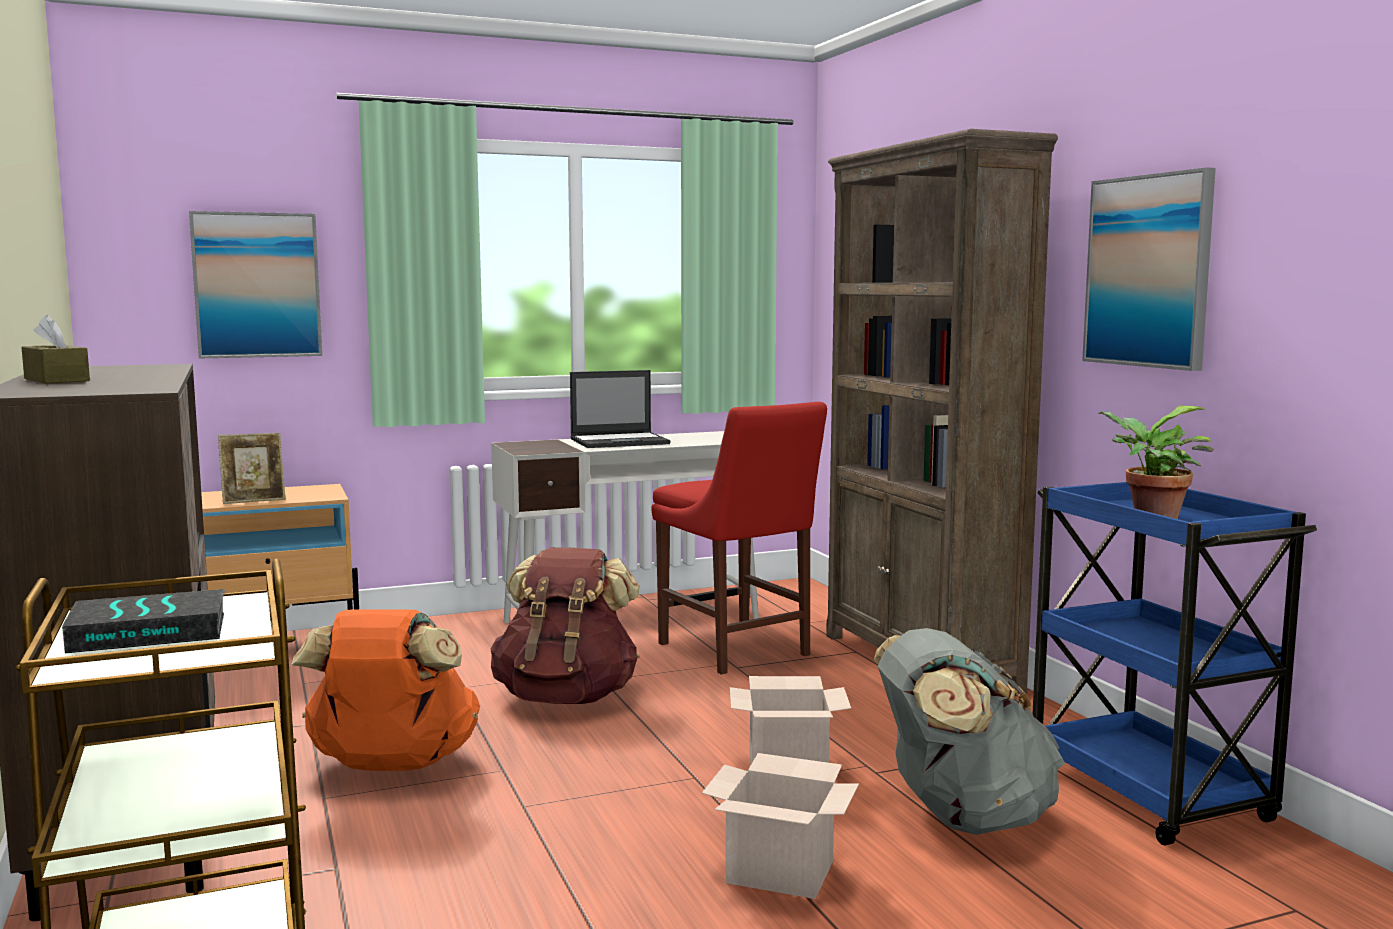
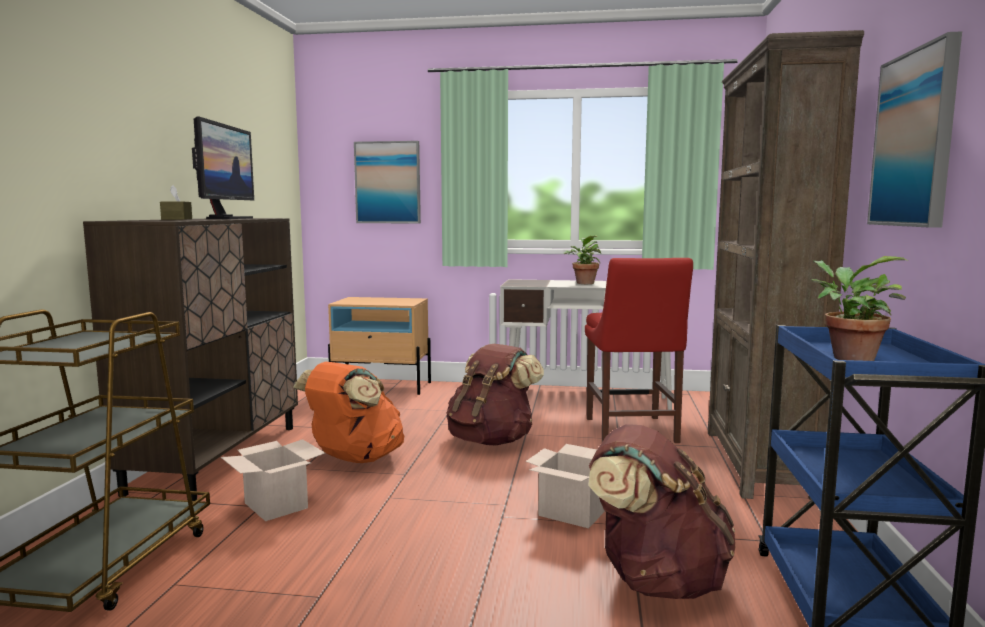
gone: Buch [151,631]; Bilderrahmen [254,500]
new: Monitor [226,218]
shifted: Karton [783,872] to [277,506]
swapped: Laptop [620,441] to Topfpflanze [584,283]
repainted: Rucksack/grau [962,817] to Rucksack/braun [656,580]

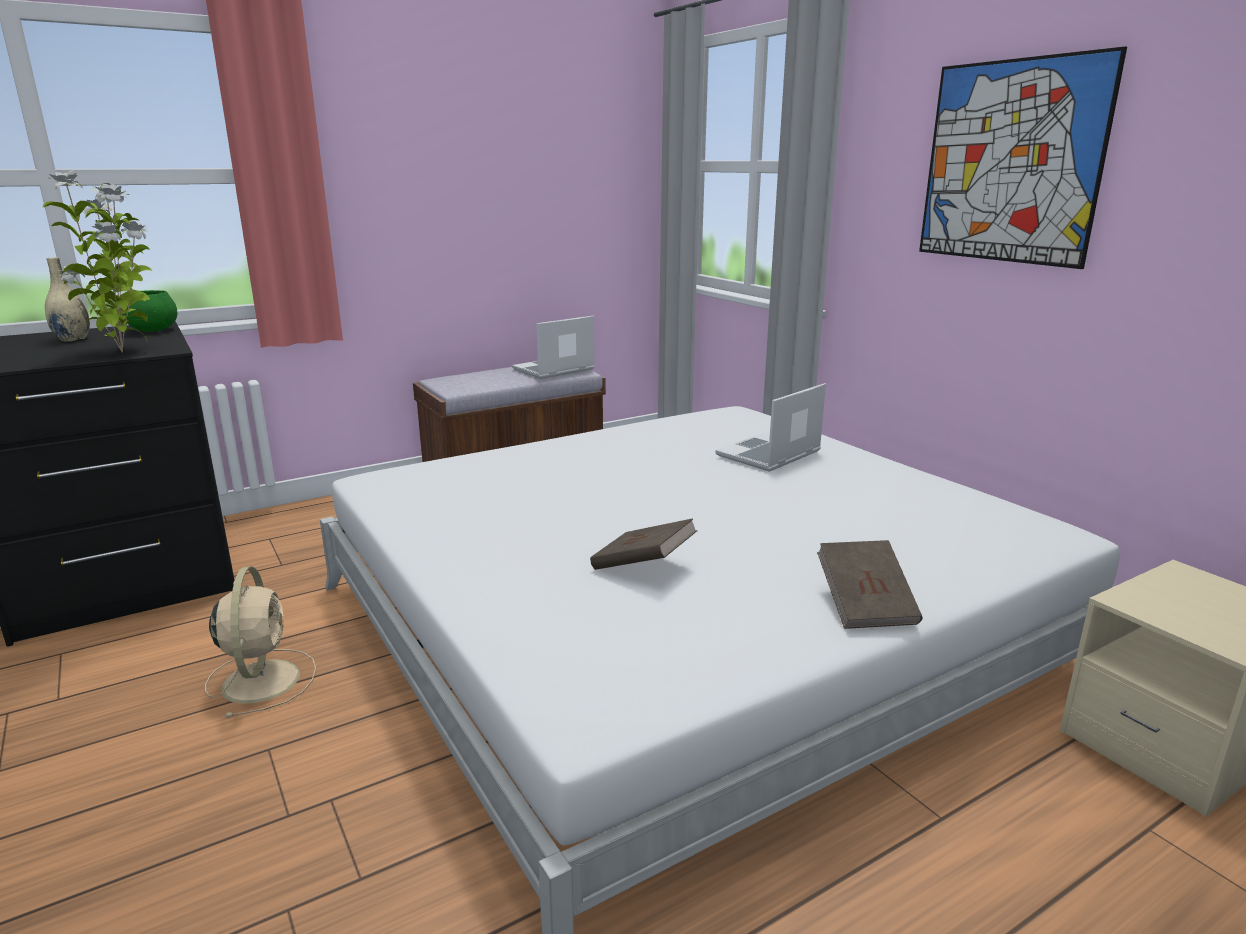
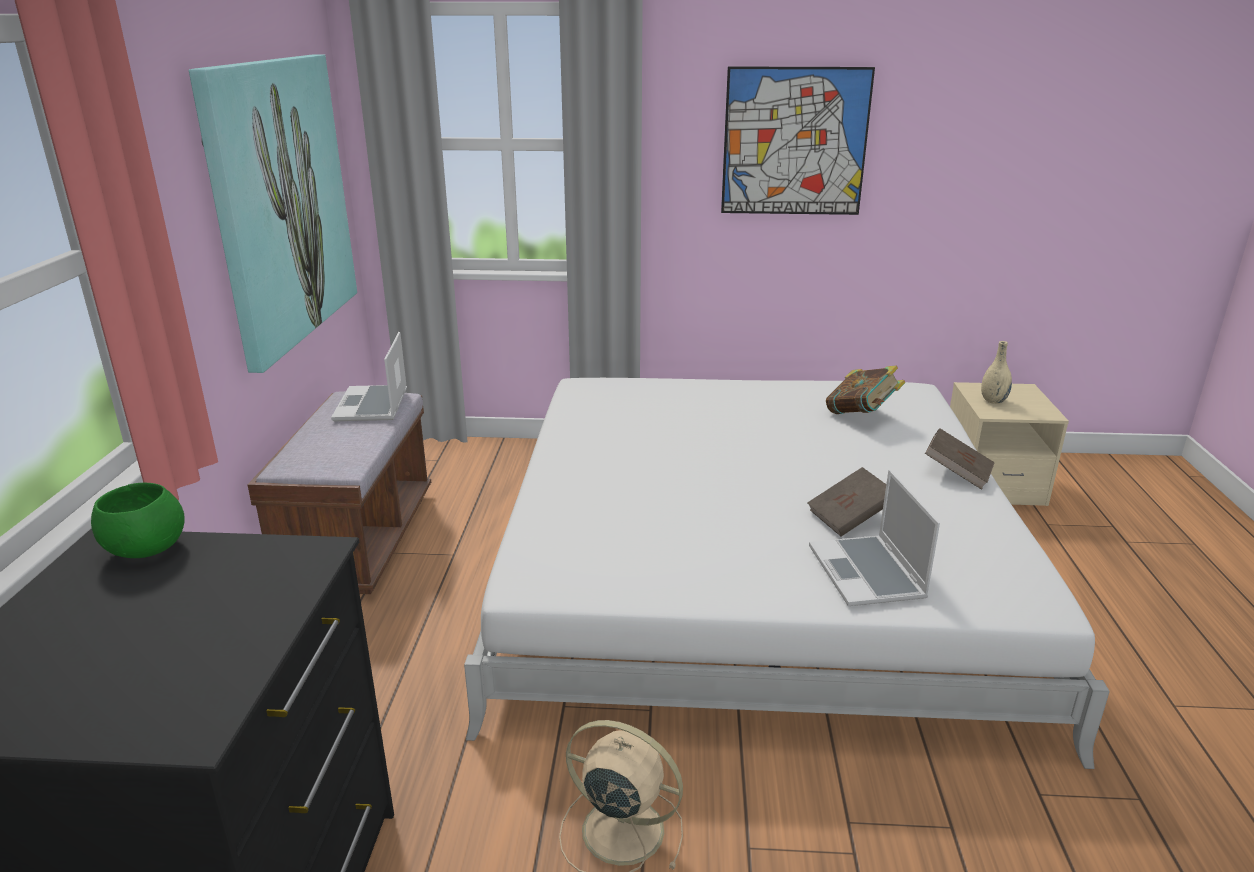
gone: Topfpflanze [125,352]
new: Bild [280,202]; Buch [861,415]
shifted: Laptop [769,454] to [868,574]; Vase/beige [72,339] to [993,401]

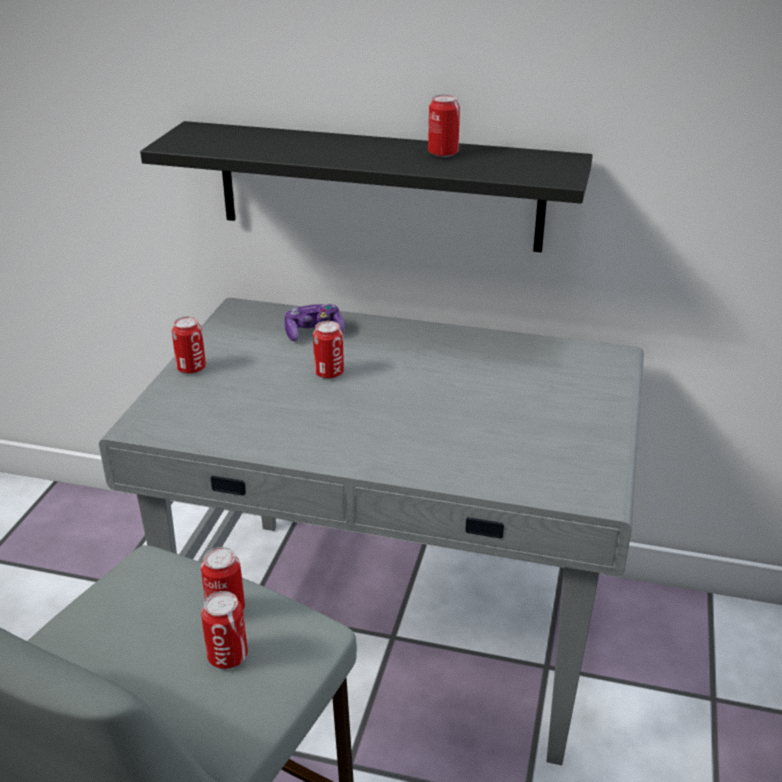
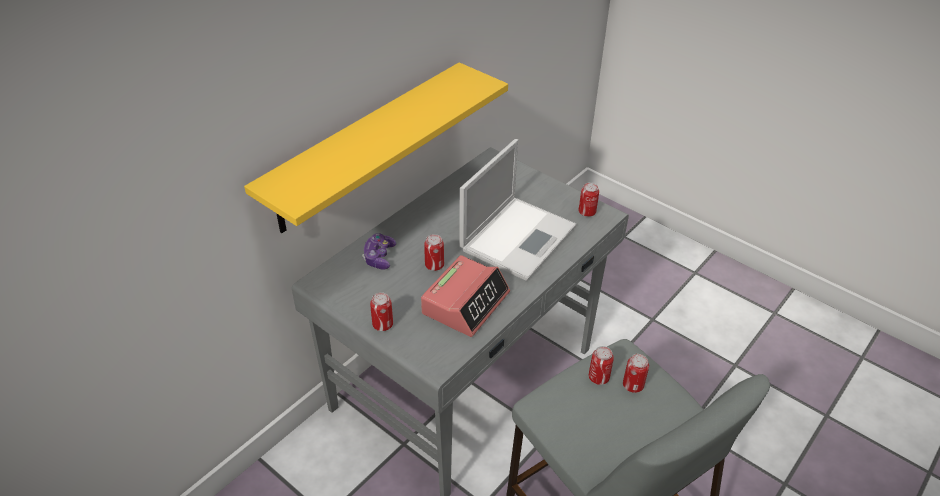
new: Wecker [465,303]; Laptop [519,236]
shifted: Dose [443,153] to [587,212]
repainted: Wandregal/schwarz [379,186] to Wandregal/gelb [365,147]

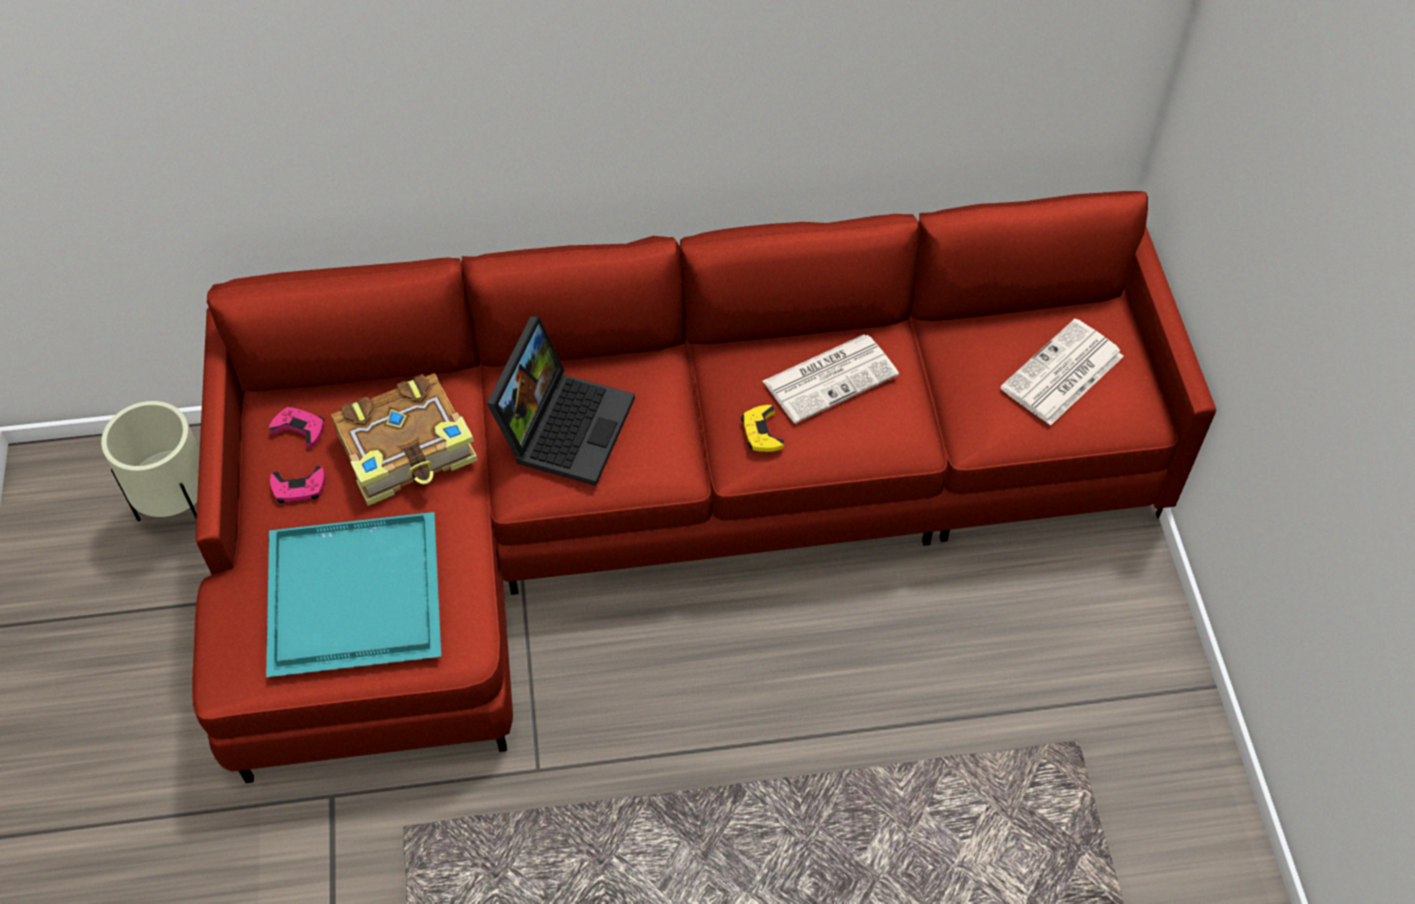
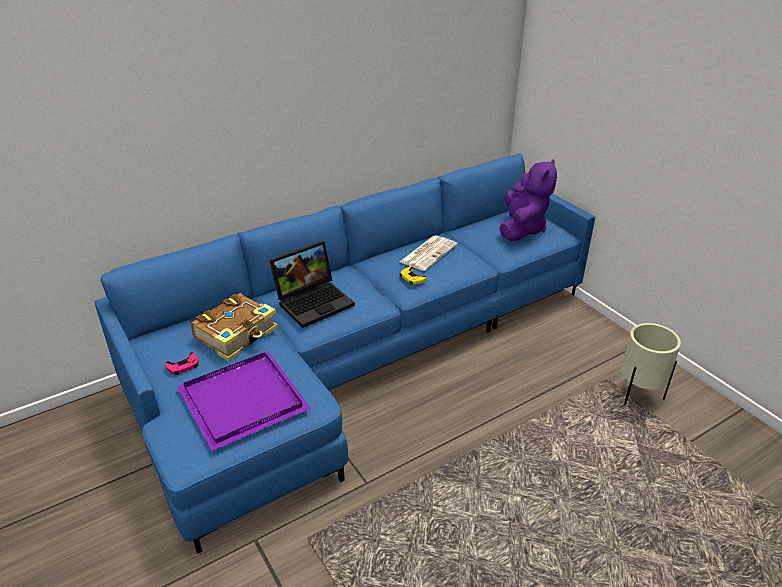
gone: Gamepad/rosa [299,429]
shifted: Pflanzkübel/beige [182,510] to [638,395]
swapped: Zeitung [1061,374] to Plüschtier/lila [522,229]
repainted: Sofa/rot [655,508] to Sofa/blau [357,356]; Tablett/türkis [357,592] to Tablett/lila [244,398]
rotated: Laptop [564,424] = [314,301] 60 degrees clockwise

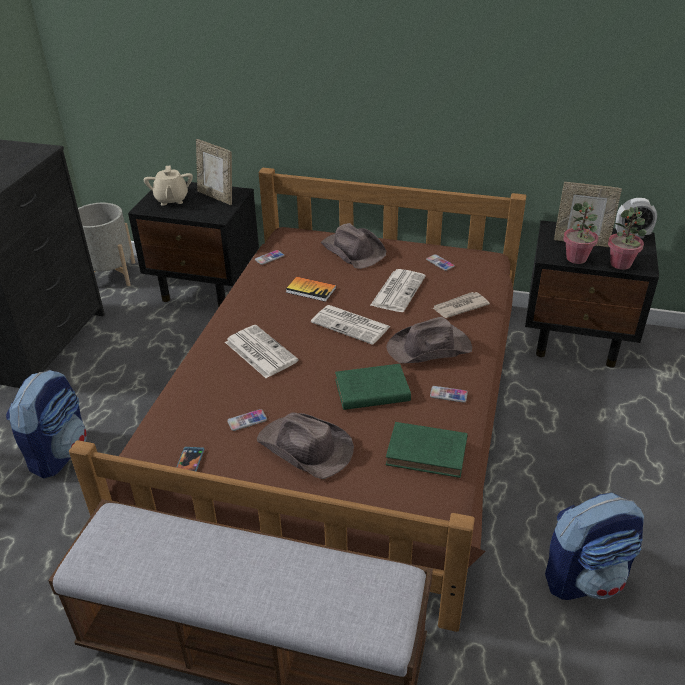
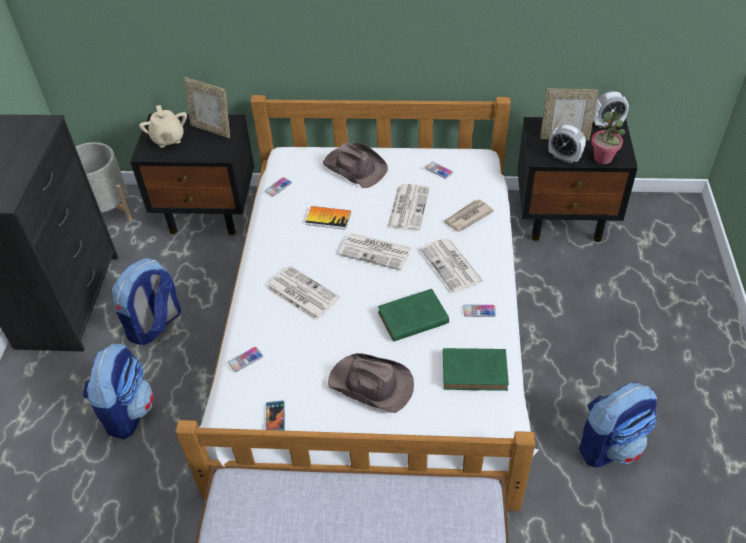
new: Rucksack [155,325]
shifted: Handy [247,420] to [245,360]
swapped: Hut/braun [430,348] to Zeitung [452,266]; Topfpflanze [576,258] to Wecker [564,157]
repainted: Bett/braun [341,411] to Bett/weiß [374,324]

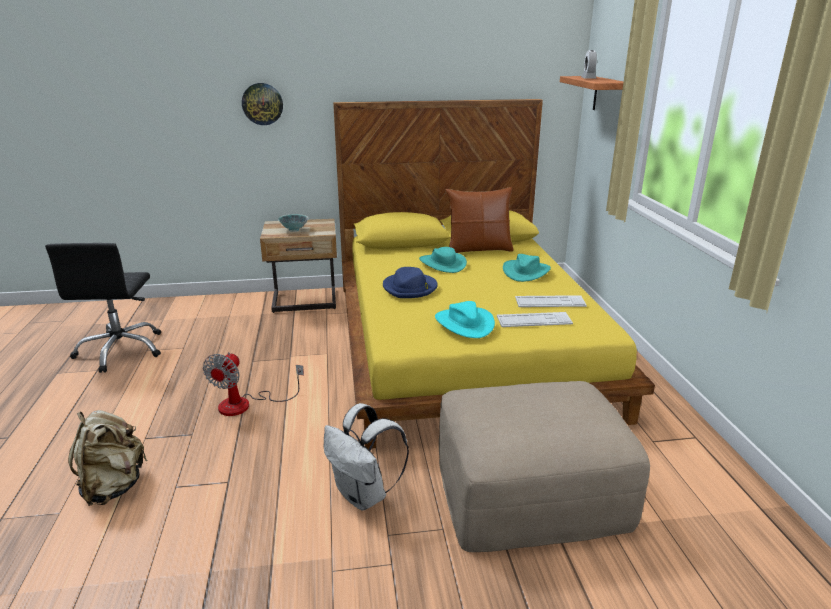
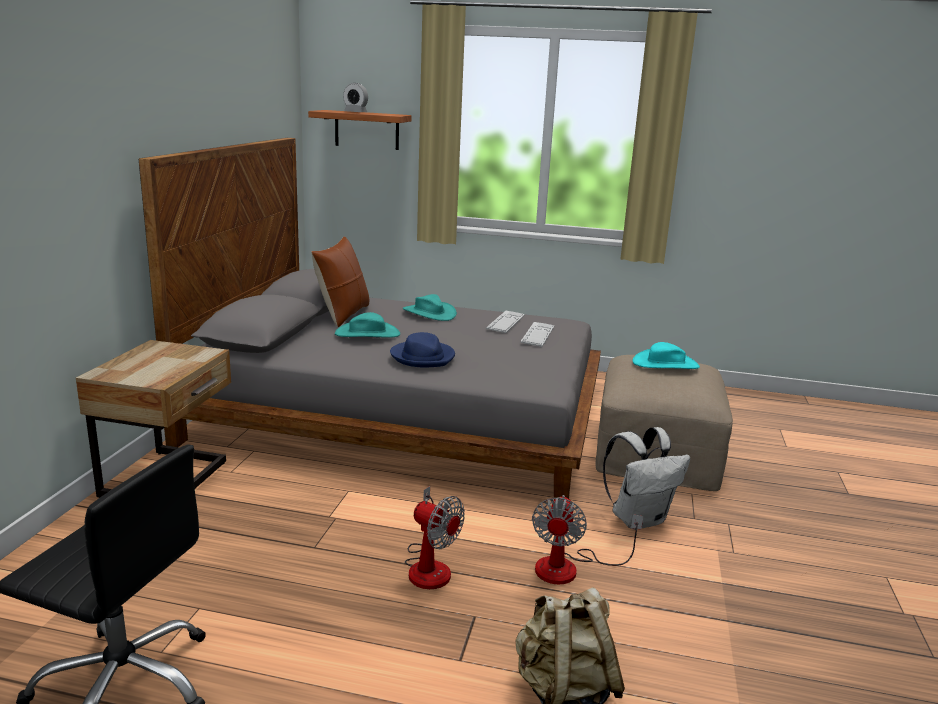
gone: Wanduhr [262,104]; Schüssel [294,230]
new: Ventilator [569,568]
shifted: Hut/türkis [464,323] to [665,364]
repainted: Bett/gelb [464,343] to Bett/grau [405,414]

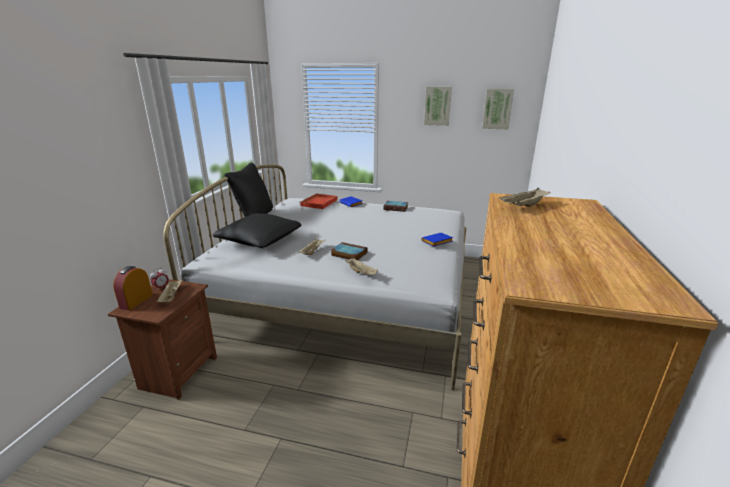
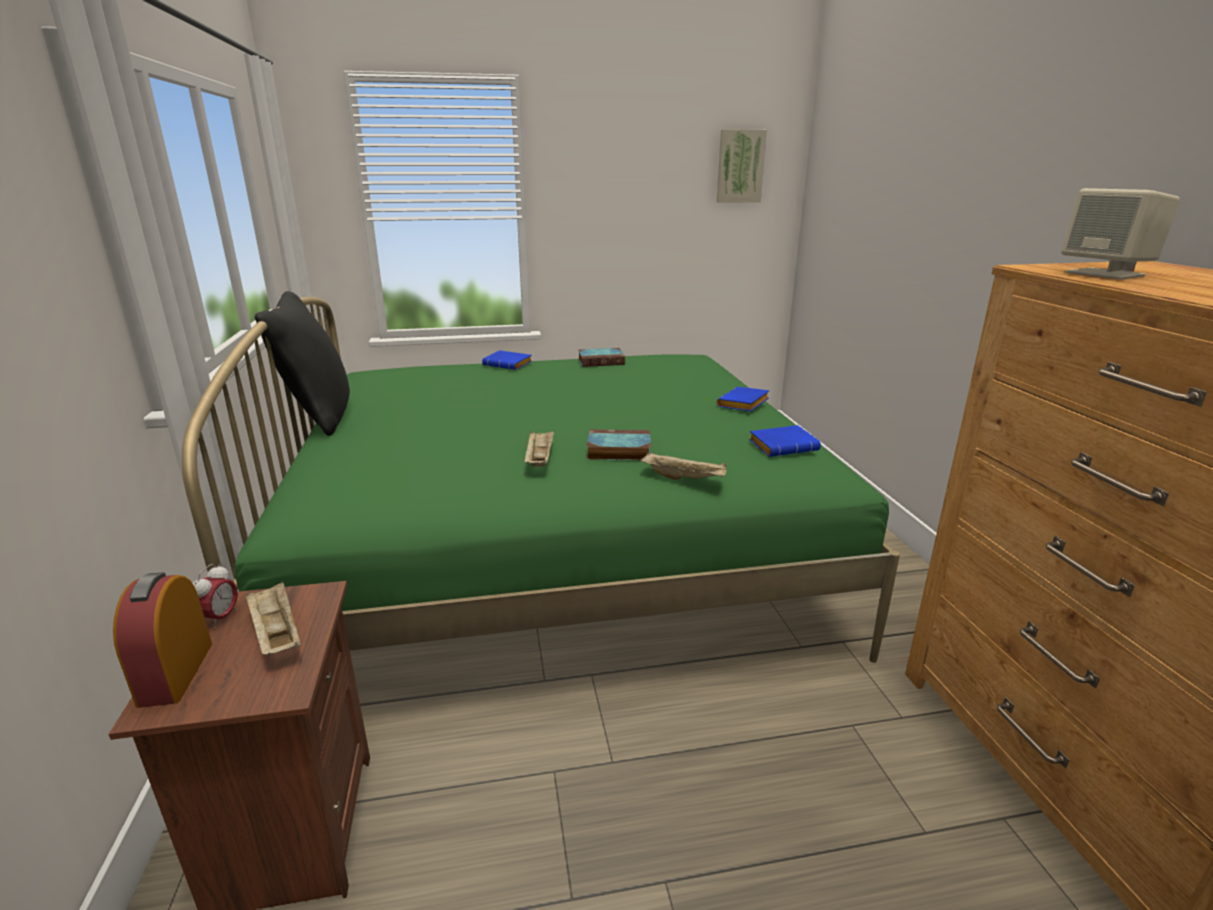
gone: Kissen/schwarz [259,240]; Tablett/rot [319,203]; Bild [437,106]
new: Buch/blau [784,446]
swapped: Tablett/beige [523,207] to Lautsprecher/beige [1106,274]
repainted: Bett/weiß [347,296] to Bett/grün [556,549]

